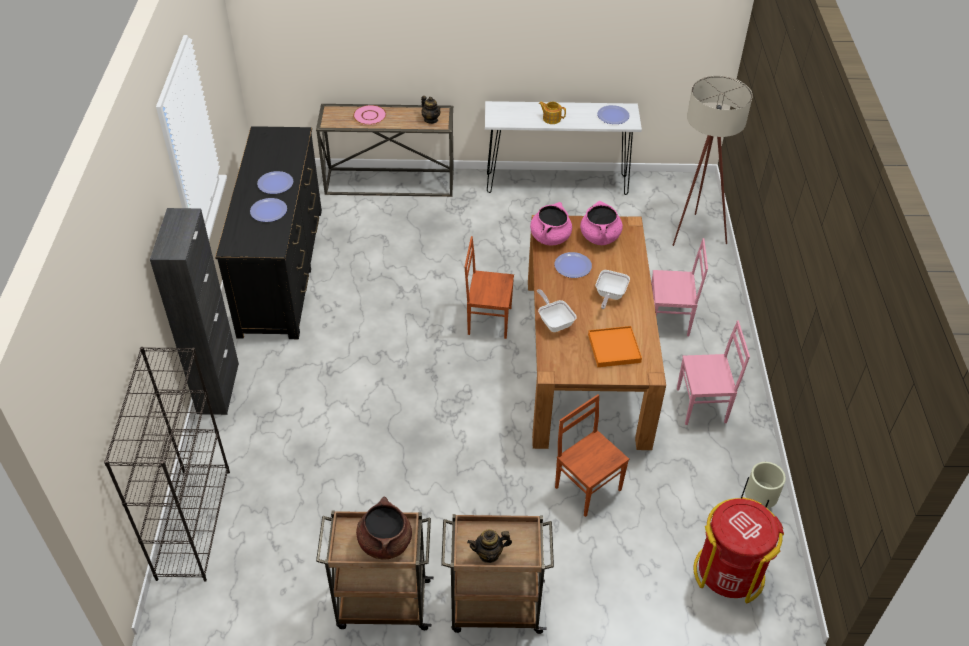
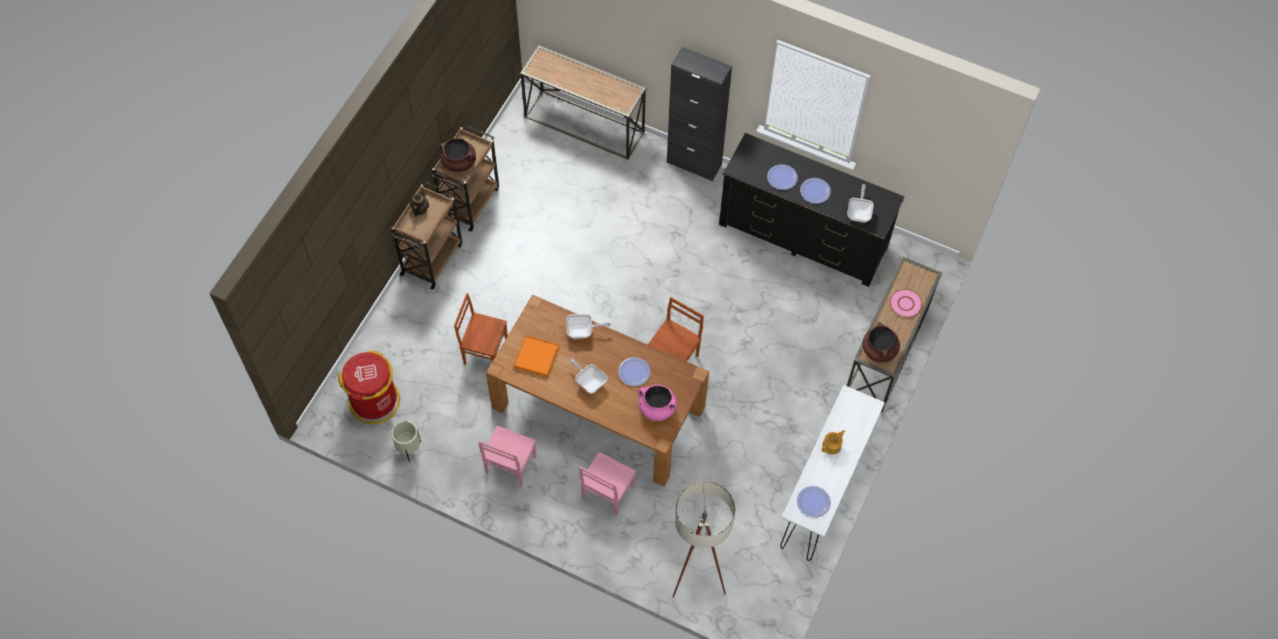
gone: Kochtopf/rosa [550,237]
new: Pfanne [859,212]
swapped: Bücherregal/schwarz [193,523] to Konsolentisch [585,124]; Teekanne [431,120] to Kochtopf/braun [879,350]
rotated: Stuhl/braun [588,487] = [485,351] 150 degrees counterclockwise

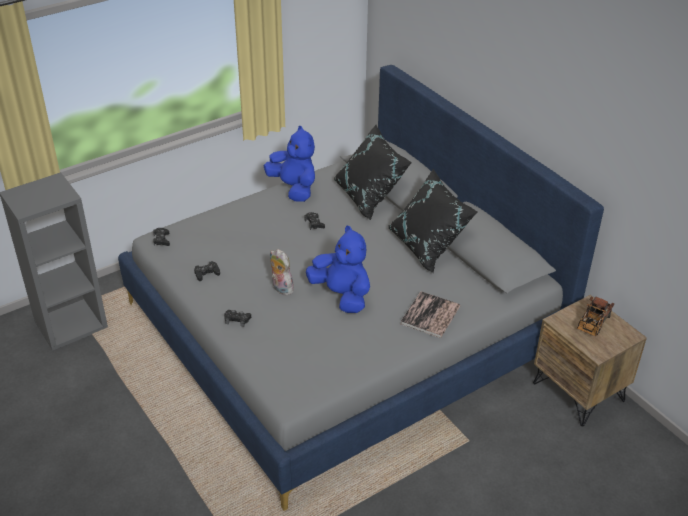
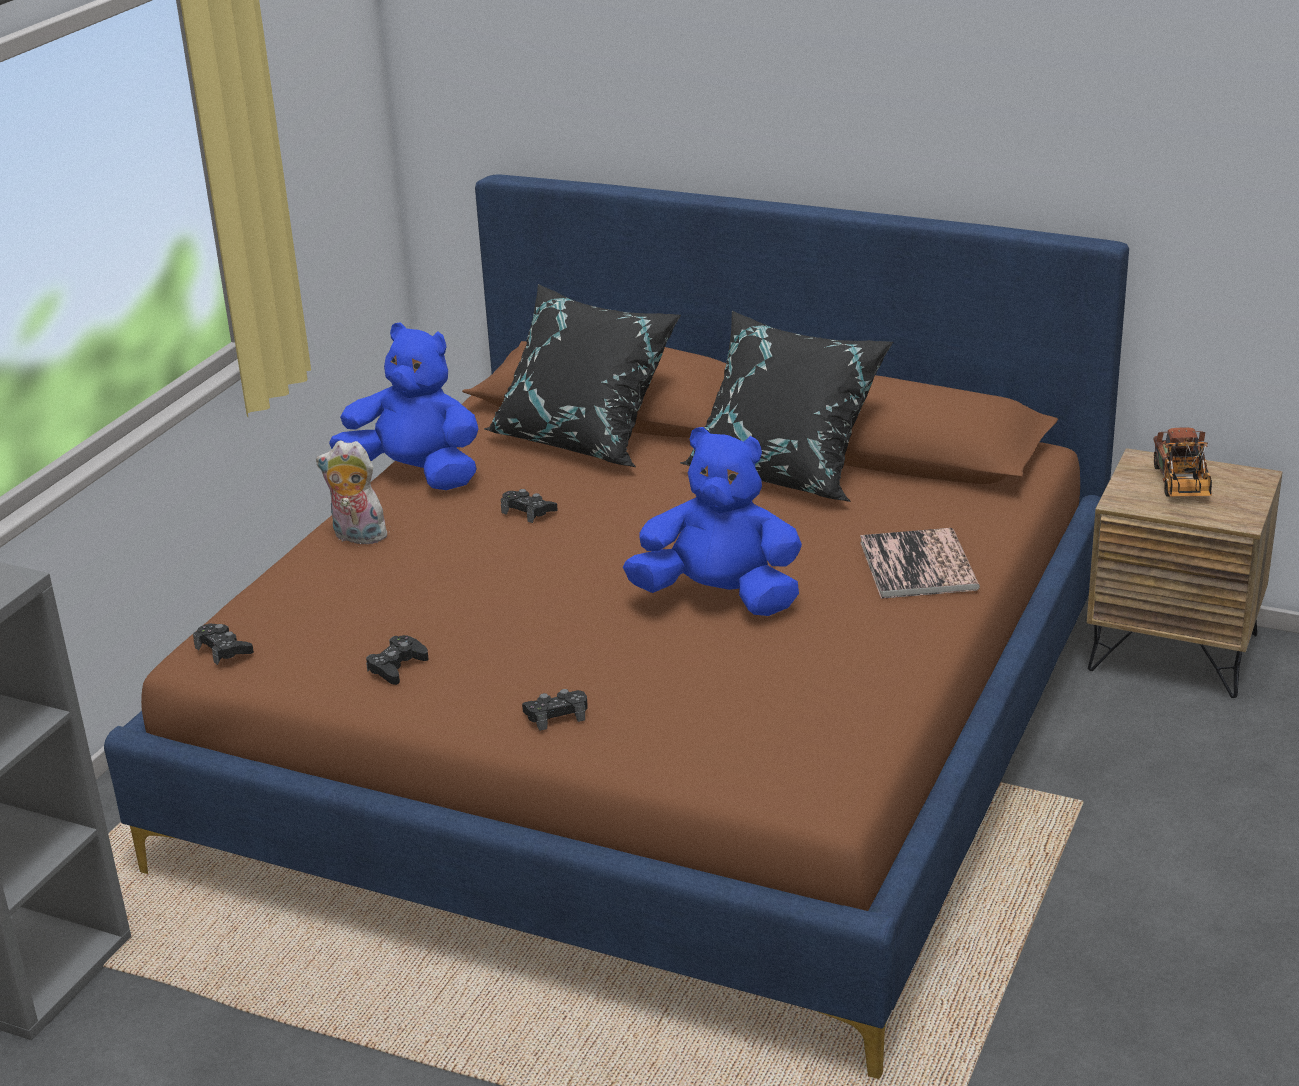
shifted: Plüschtier [280,288] to [357,537]
repainted: Bett/grau [343,329] to Bett/braun [659,728]

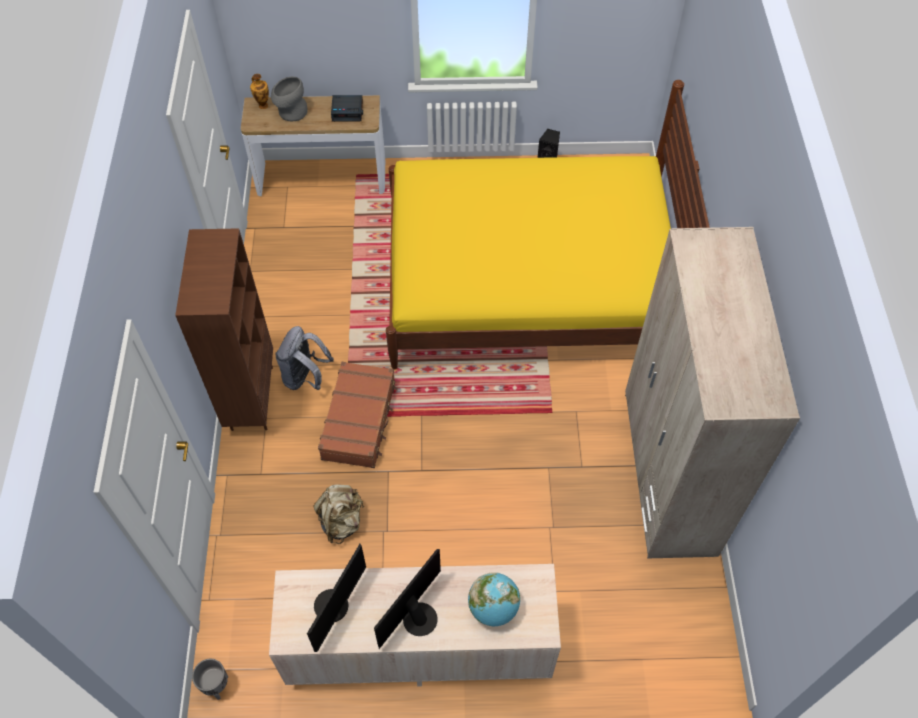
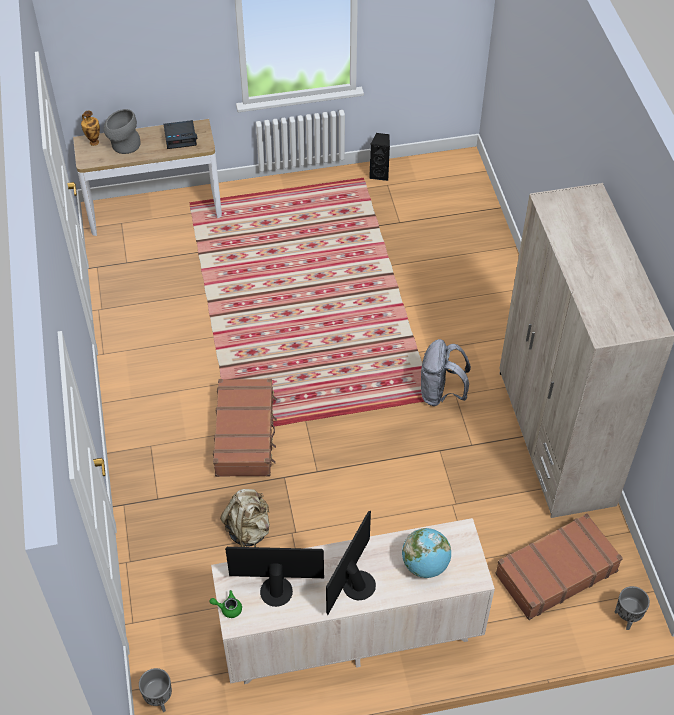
gone: Bücherregal/braun [251,397]; Bett/gelb [528,282]
new: Teekanne/grün [228,608]; Koffer/braun [555,572]; Pflanzkübel/grau [626,618]
shifted: Rucksack/grau [305,378] to [441,393]
rotated: Monitor [335,607] = [276,588] 105 degrees counterclockwise

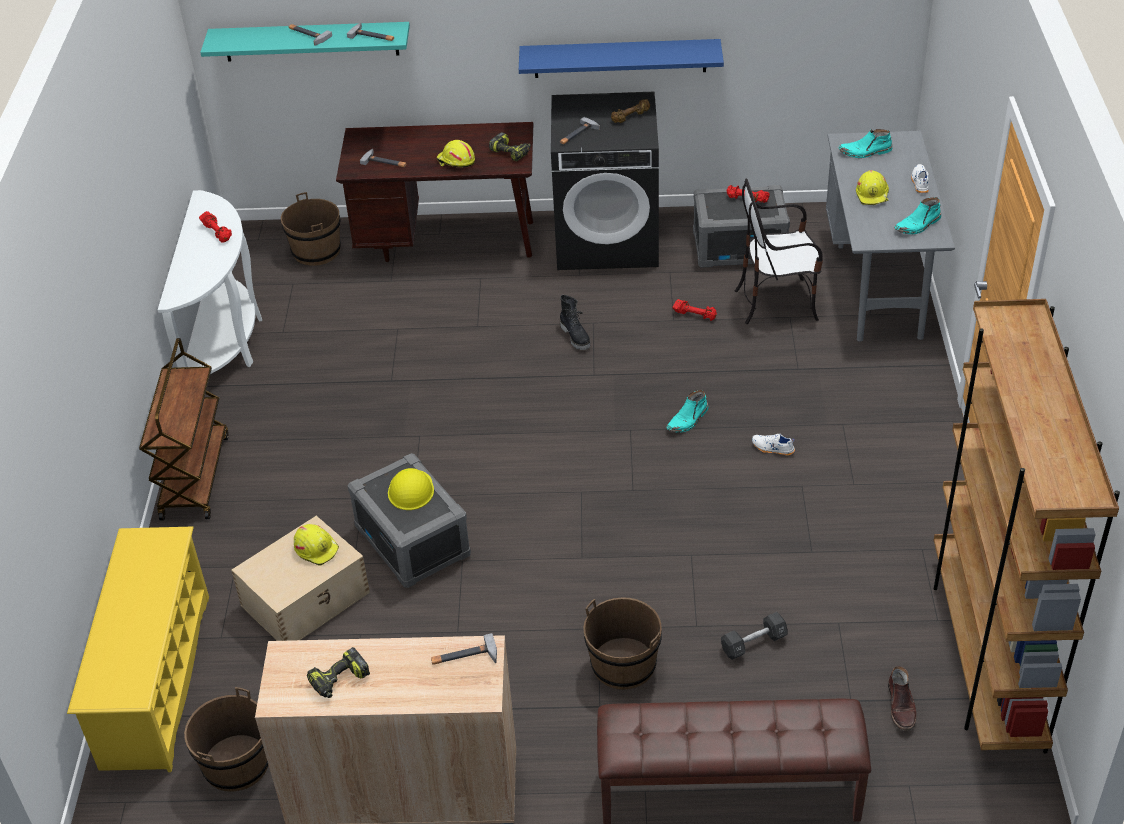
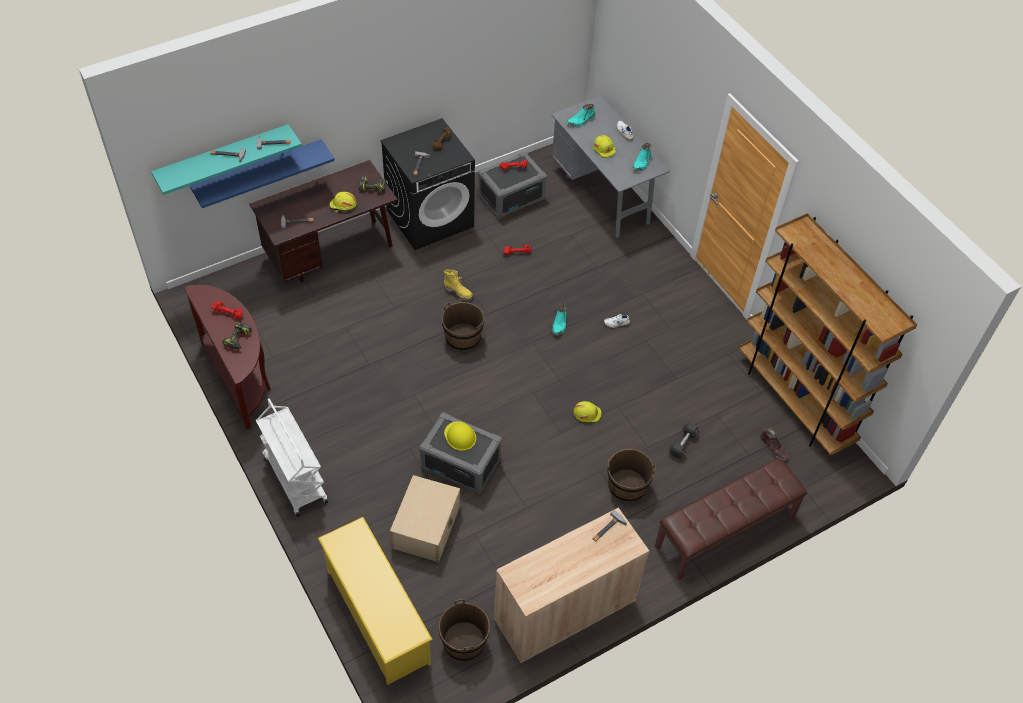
gone: Stuhl [777,302]
shifted: Wandregal/blau [620,58] to [258,171]; Bohrmaschine [339,681] to [238,340]; Eimer/braun [316,251] to [462,338]; Schutzhelm/gelb [317,548] to [587,413]
repainted: Konsolentisch/weiß [226,342] to Konsolentisch/braun [240,378]; Rollwagen/braun [194,476] to Rollwagen/weiß [294,478]; Stiefel/schwarz [576,337] to Stiefel/gelb [458,292]

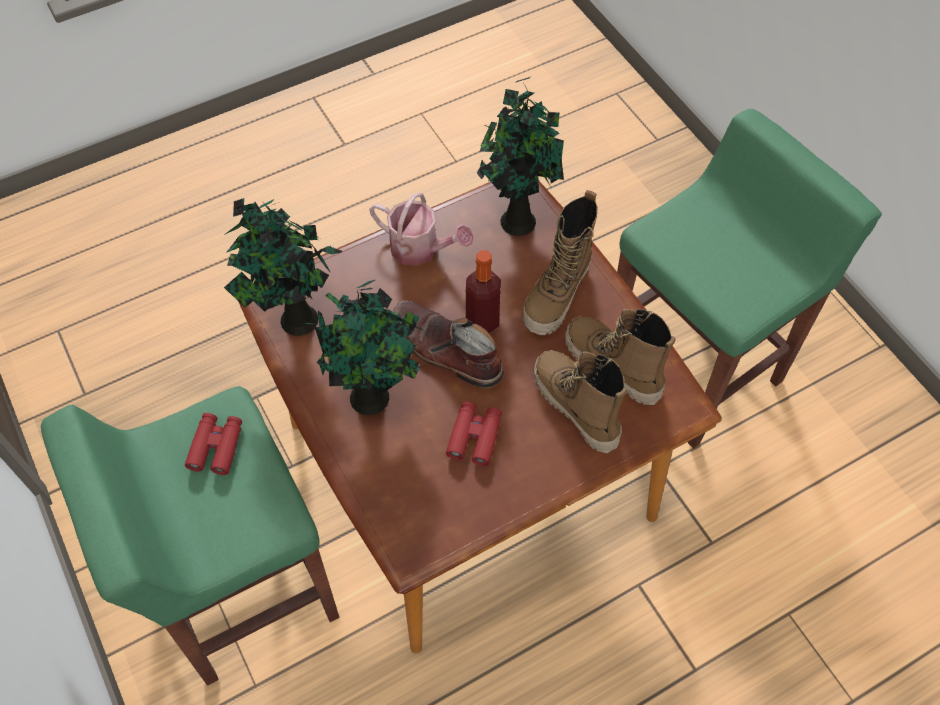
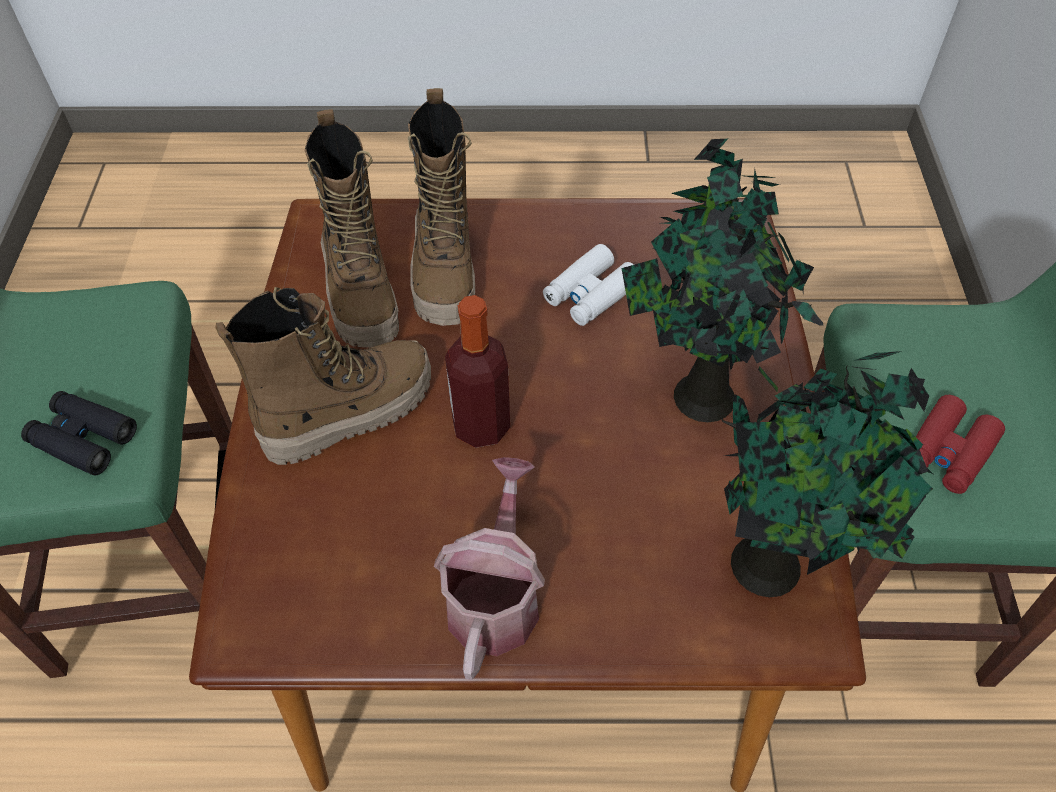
gone: Stiefel/braun [446,350]; Topfpflanze [516,219]
new: Fernglas/schwarz [83,438]
repainted: Fernglas/rot [474,437] to Fernglas/weiß [590,294]
rotated: Gießkanne [421,249] = [495,595] 45 degrees clockwise

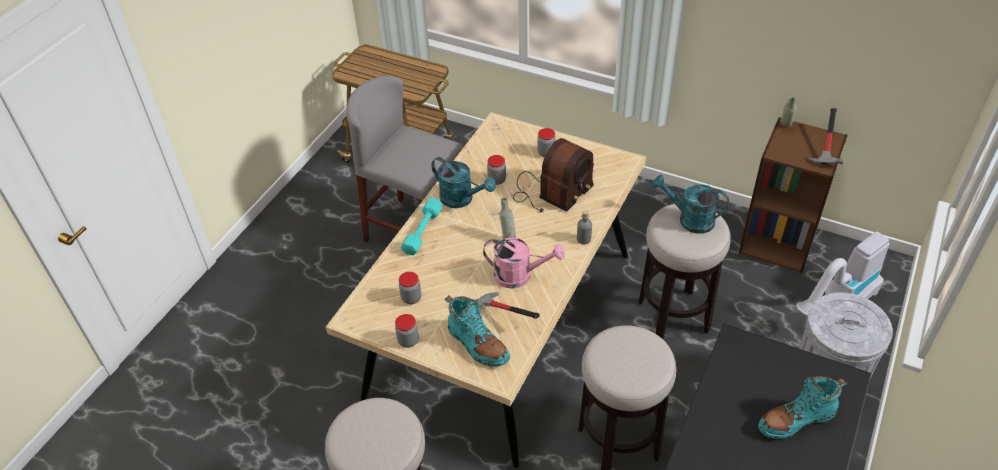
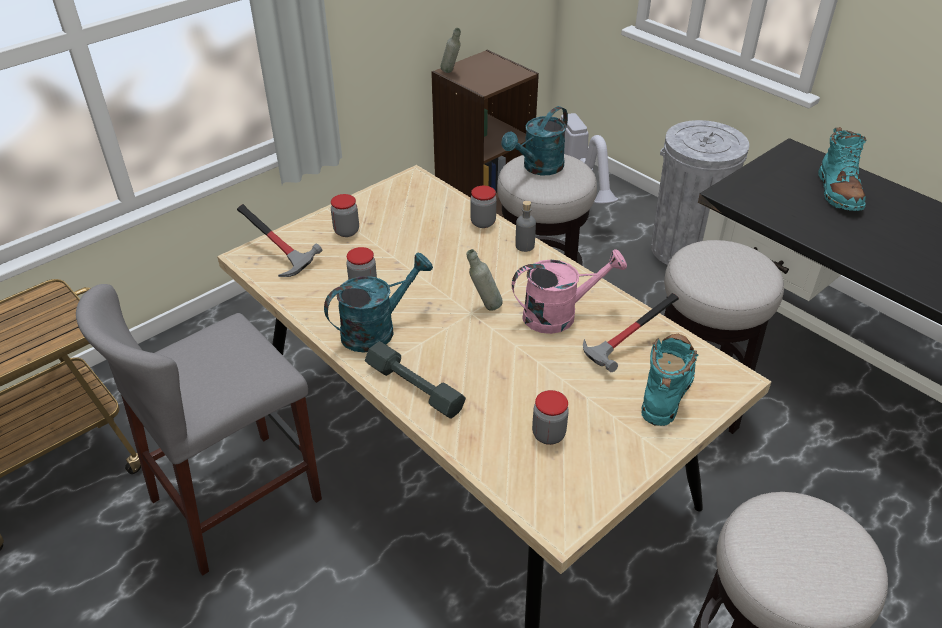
gone: Radio [551,192]
shifted: Hammer [828,150] to [283,254]; Vorratsglas [408,341] to [483,222]
repainted: Hantel/türkis [423,231] to Hantel/grau [415,387]
rotated: Gießkanne/rosa [520,276] = [559,314] 45 degrees clockwise; Stiefel/türkis [477,344] = [667,386] 45 degrees counterclockwise

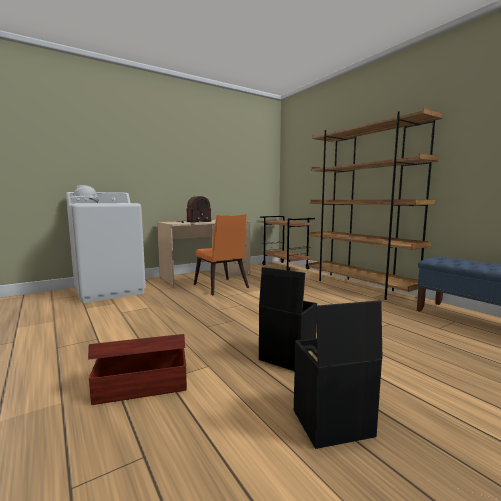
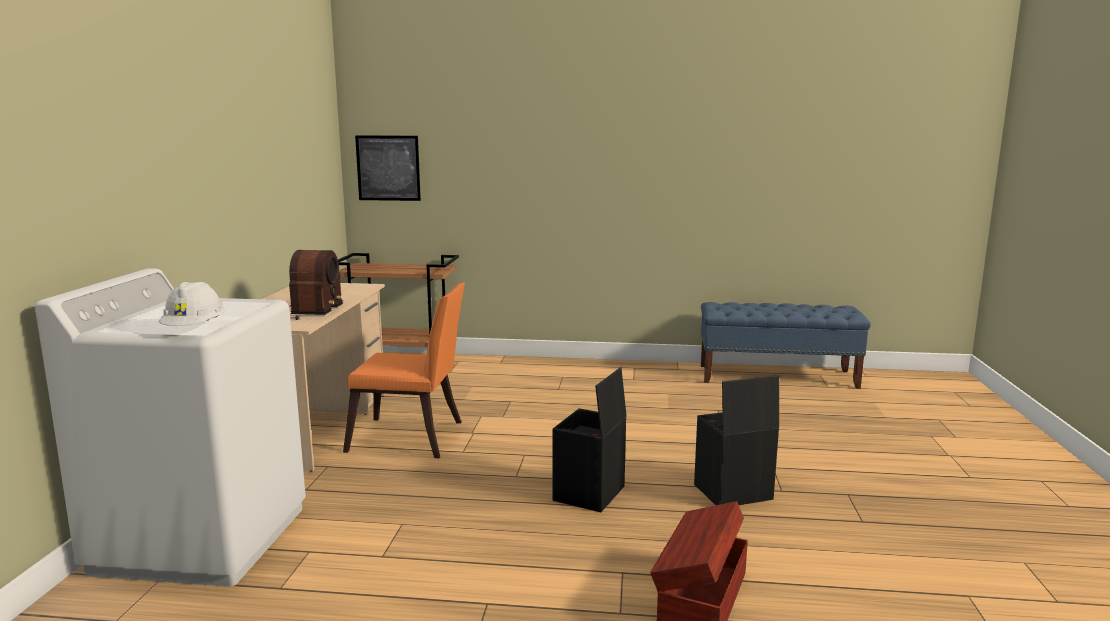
gone: Bücherregal/braun [360,287]
new: Bild [388,168]
shifted: Aufbewahrungsbox/schwarz [331,424] to [589,494]

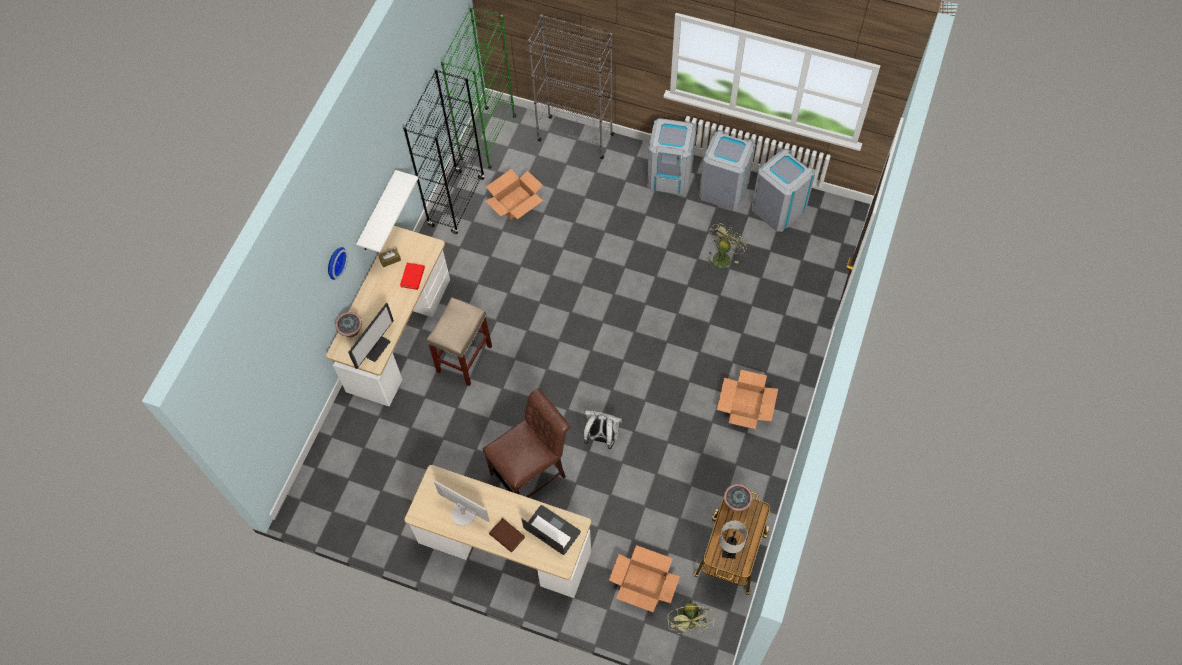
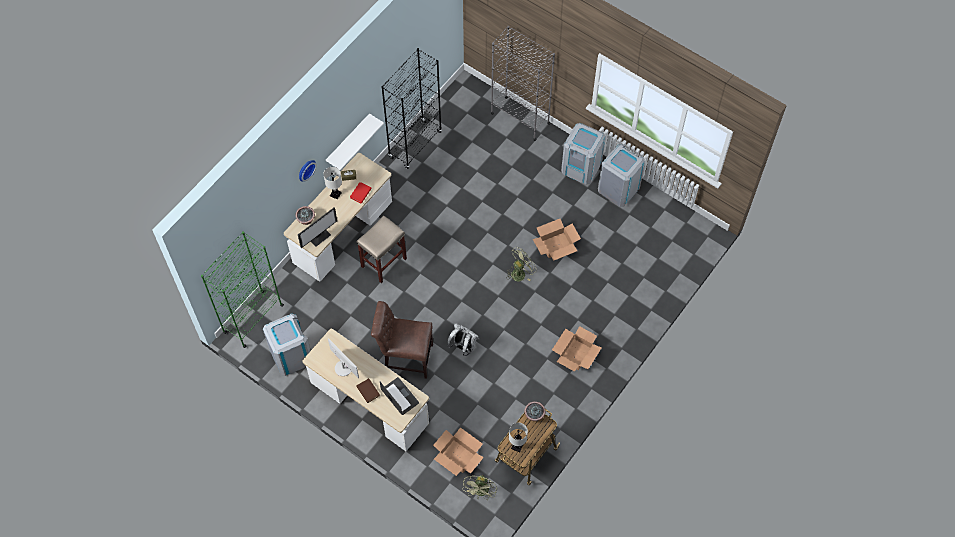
new: Tischlampe/weiß [335,194]
shifted: Bücherregal/grün [488,138] to [253,319]; Mülleimer/grau [778,209] to [291,356]; Ventilator/grün [722,256] to [520,272]; Karton [515,202] to [556,245]
rotated: Stuhl/braun [532,473] = [405,357] 150 degrees counterclockwise

